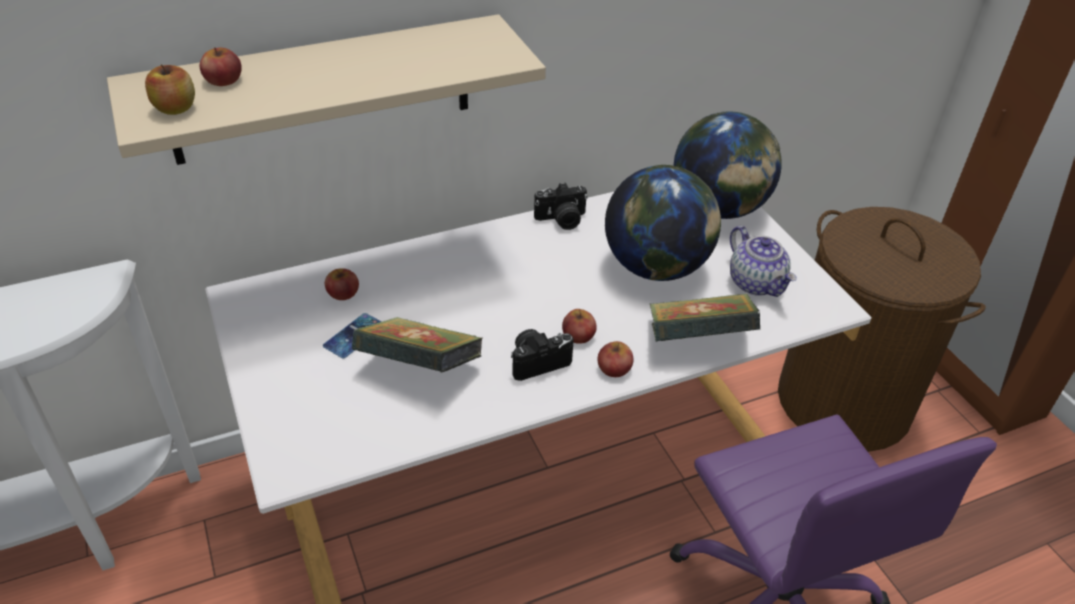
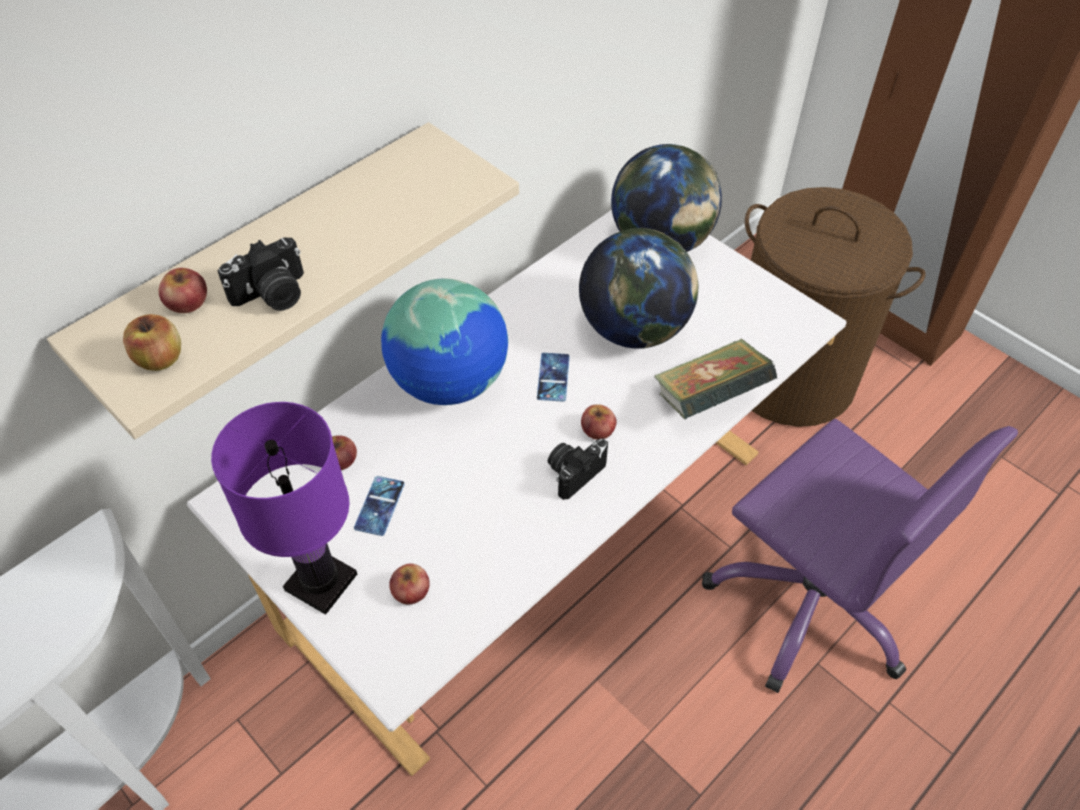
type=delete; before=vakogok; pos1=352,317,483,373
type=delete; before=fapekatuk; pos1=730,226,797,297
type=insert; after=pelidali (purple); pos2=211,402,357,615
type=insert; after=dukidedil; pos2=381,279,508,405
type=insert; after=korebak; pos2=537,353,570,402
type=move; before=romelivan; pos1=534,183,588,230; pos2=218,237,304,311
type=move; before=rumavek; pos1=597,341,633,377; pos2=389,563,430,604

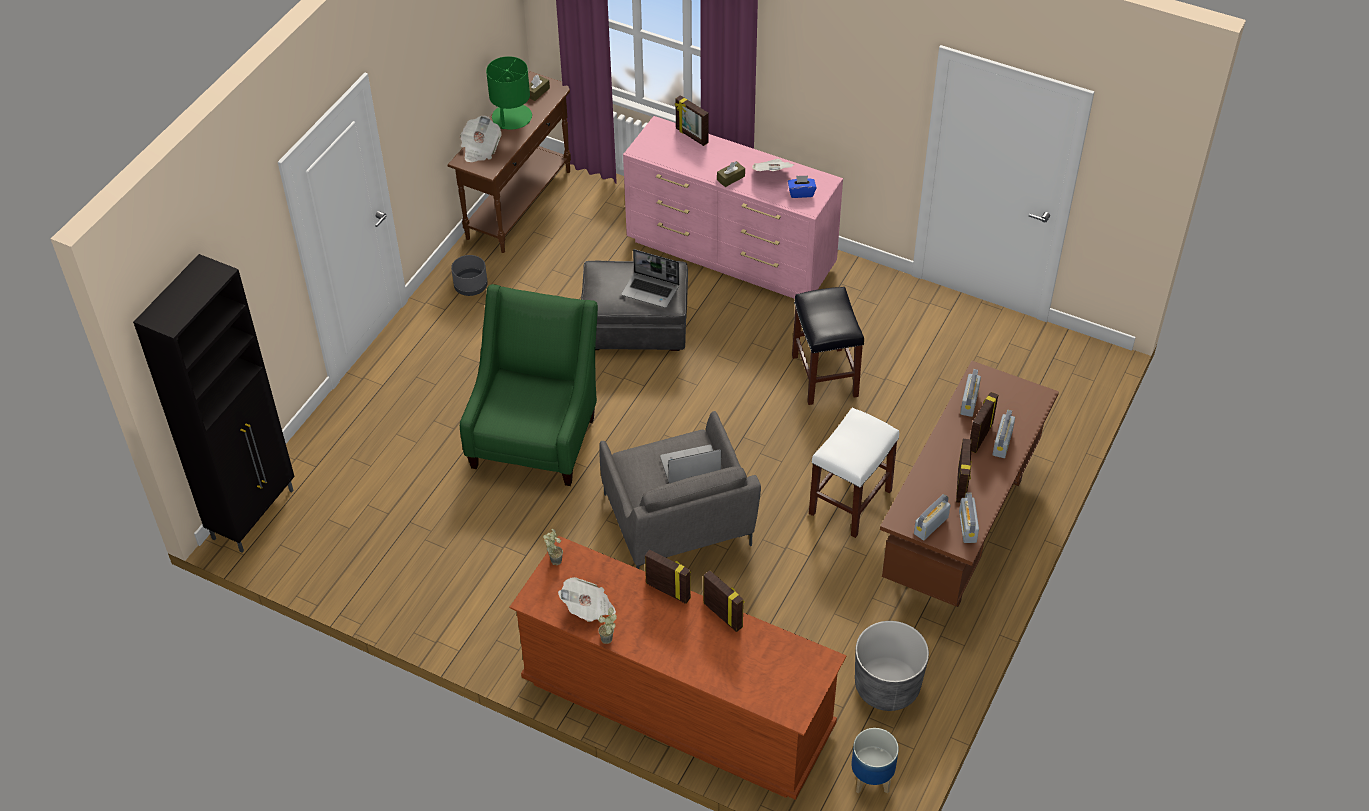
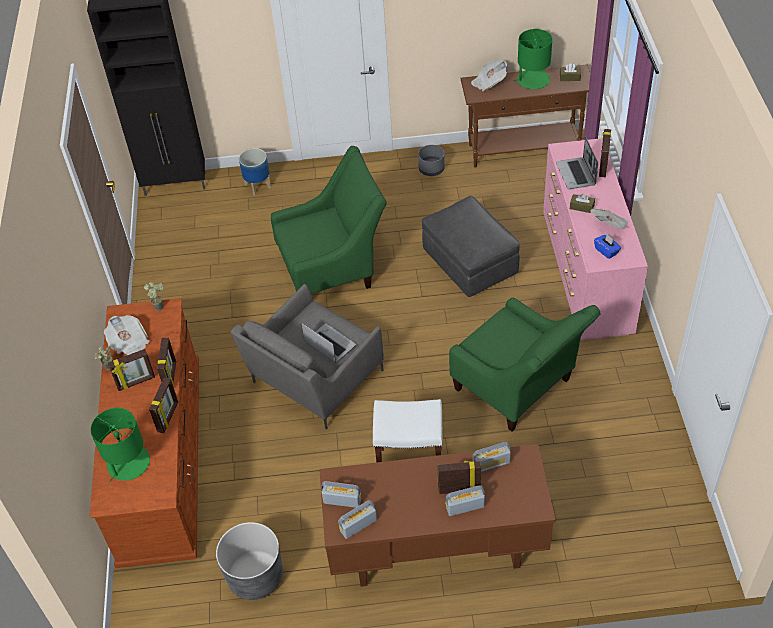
type=insert; after=pelidali (green); pos2=90,408,150,482
type=move; before=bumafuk; pos1=621,249,679,308; pos2=556,136,598,189
type=move; before=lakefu; pos1=851,728,899,794; pos2=239,148,271,195
type=move; before=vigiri; pos1=956,439,972,503; pos2=108,349,155,391
type=replace; before=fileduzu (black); after=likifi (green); pos1=792,287,864,405; pos2=449,298,601,431

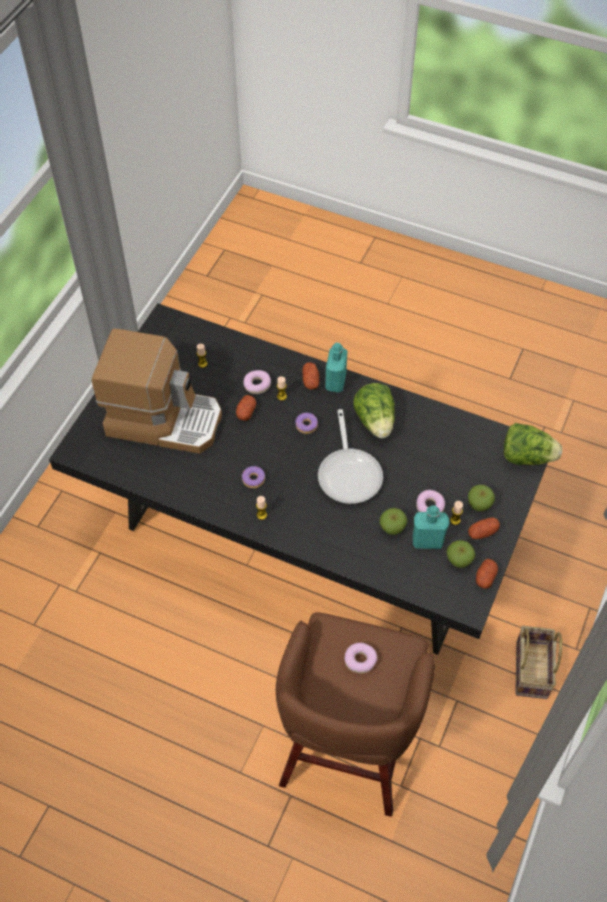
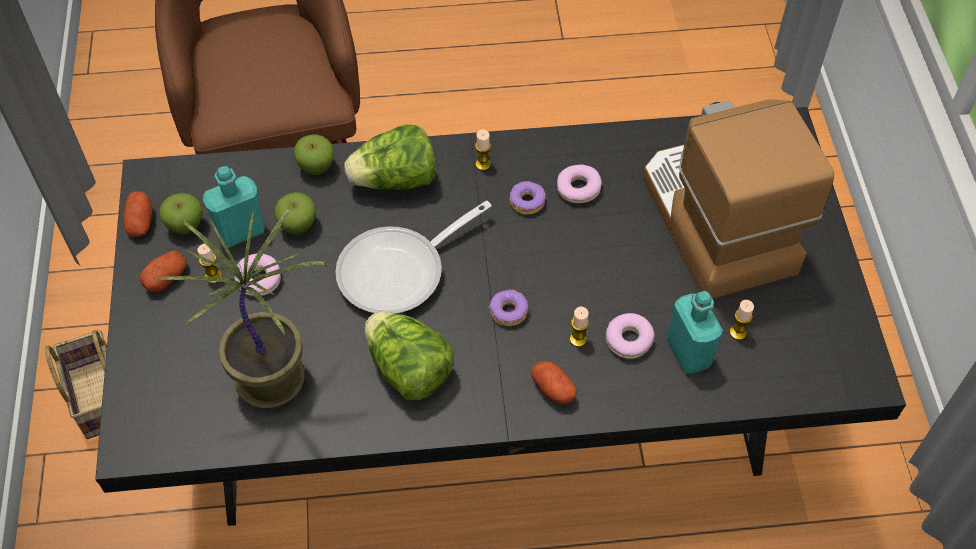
type=delete; before=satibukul; pos1=236,395,256,421
type=insert; after=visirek; pos2=155,201,327,408
type=move; before=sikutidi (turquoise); pos1=325,343,347,392; pos2=667,291,723,374
type=move; before=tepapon; pos1=345,643,377,673; pos2=557,165,602,203
type=move; before=rumavek; pos1=468,485,495,511; pos2=293,134,334,175
type=move; before=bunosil; pos1=504,423,562,465; pos2=344,125,435,190
type=rotate; before=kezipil; pos1=92,329,222,454; pos2=643,99,834,299; turn=90
type=rotate; before=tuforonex; pos1=318,409,383,504; pos2=335,201,492,314; turn=-90

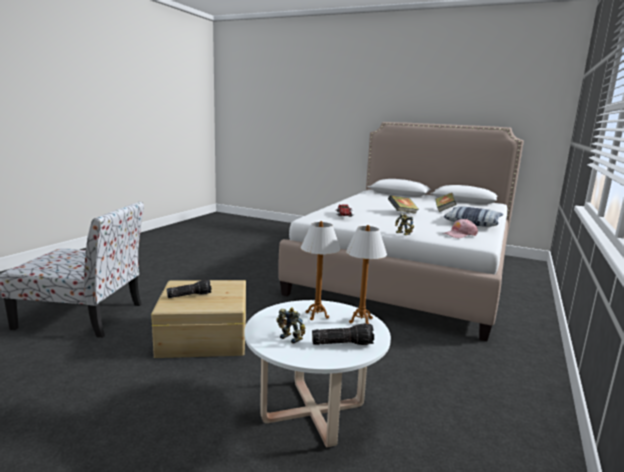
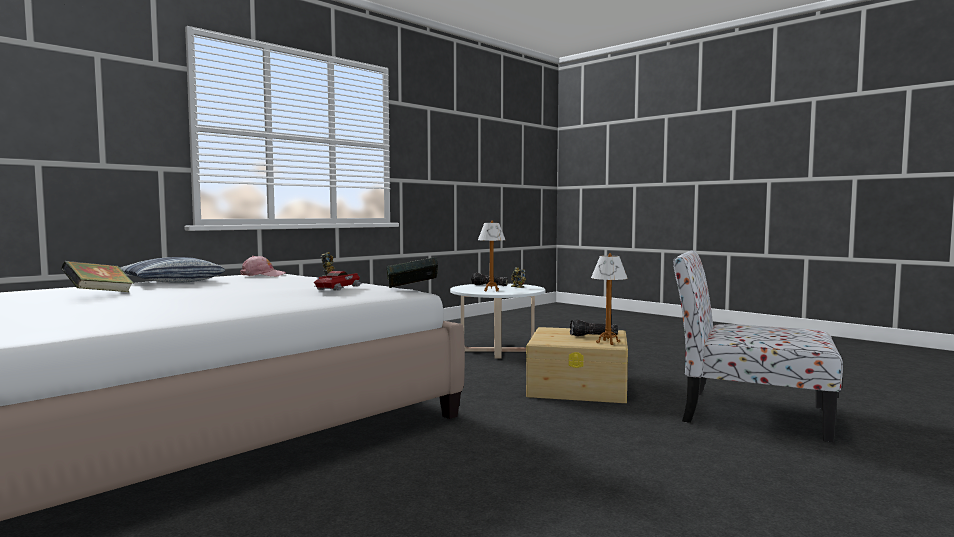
type=move; before=pelidali; pos1=346,225,387,324; pos2=591,253,628,345
type=move; before=vakogok; pos1=388,195,419,214; pos2=387,257,438,288

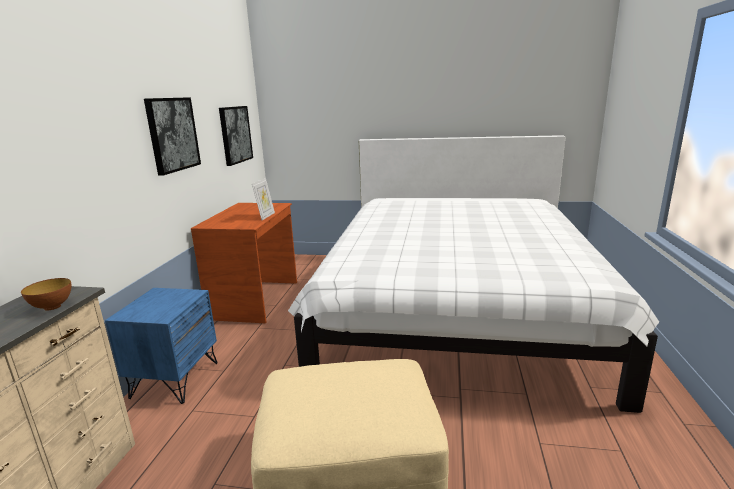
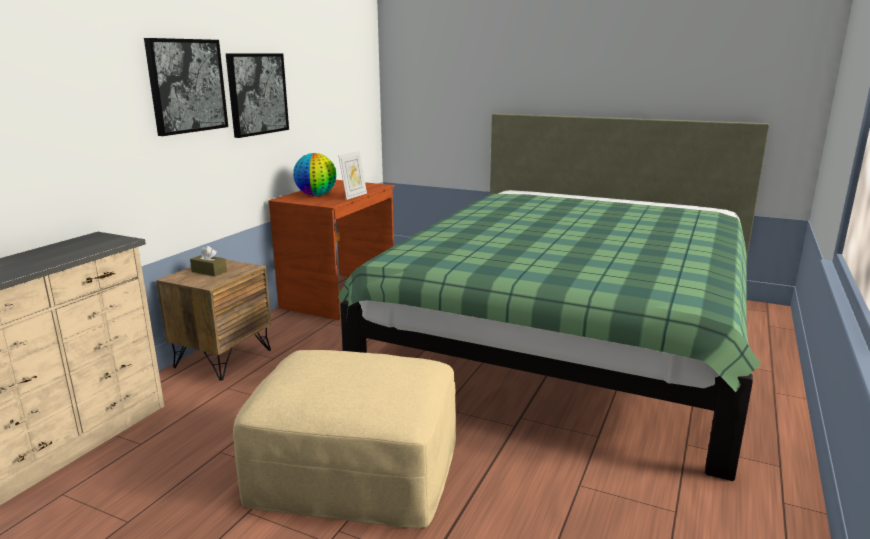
type=delete; before=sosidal; pos1=21,278,71,311
type=insert; after=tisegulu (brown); pos2=190,246,227,276
type=insert; after=dukidedil; pos2=293,153,337,196
type=move; before=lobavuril; pos1=219,106,253,166; pos2=144,38,228,136
type=recolor; before=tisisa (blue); after=tisisa (brown); pos1=105,288,218,404; pos2=156,260,271,381
type=recolor; before=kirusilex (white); after=kirusilex (green); pos1=288,135,659,413; pos2=338,113,769,481

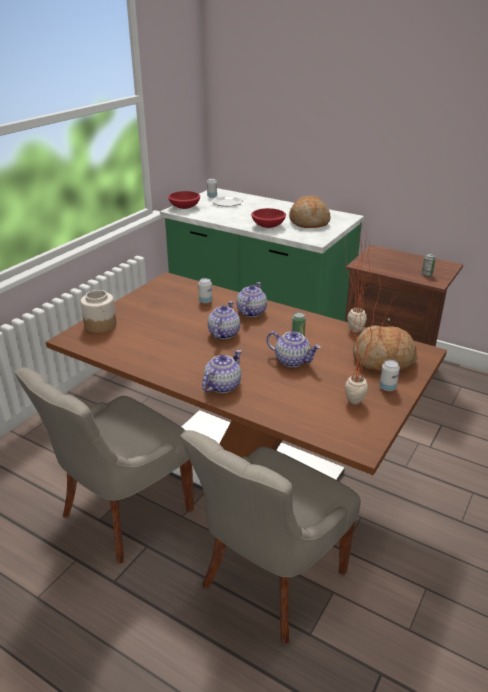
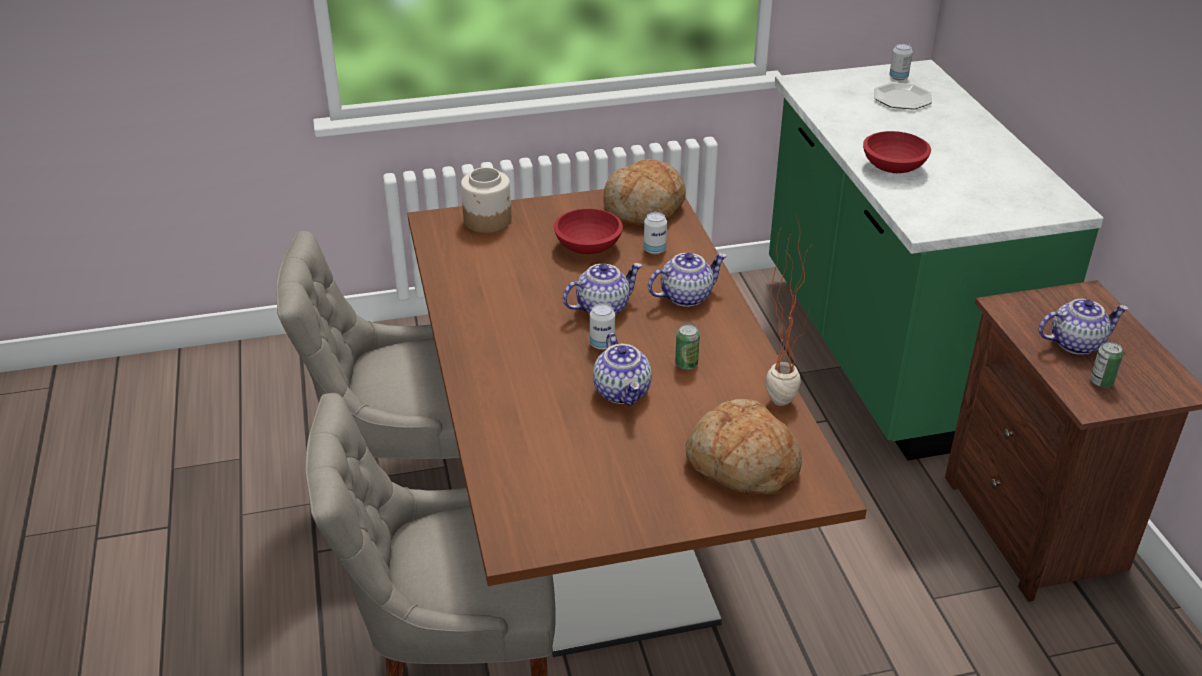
type=delete; before=visirek; pos1=345,280,391,405
type=move; before=sosidal (red); pos1=168,191,200,209; pos2=554,209,623,254
type=move; before=fapekatuk; pos1=202,350,242,393; pos2=1039,299,1128,355
type=move; before=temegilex; pos1=289,196,331,228; pos2=603,159,686,226
type=move; before=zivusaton; pos1=379,360,400,391; pos2=590,303,615,350

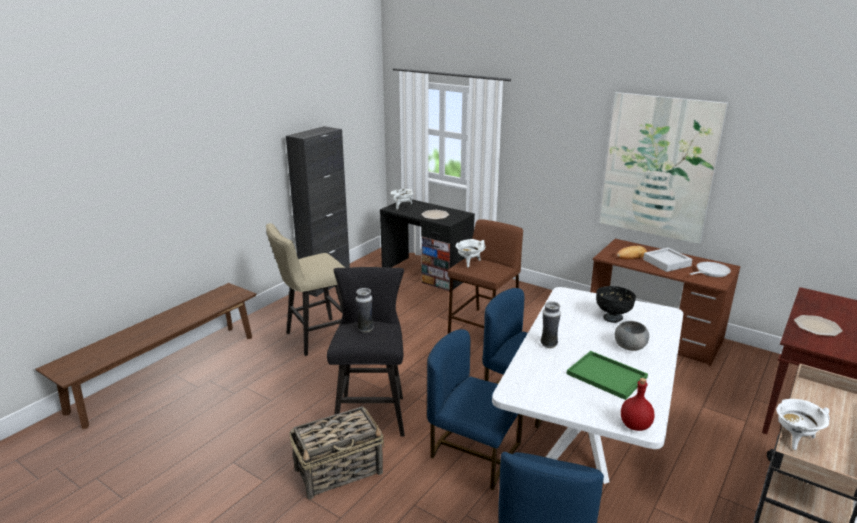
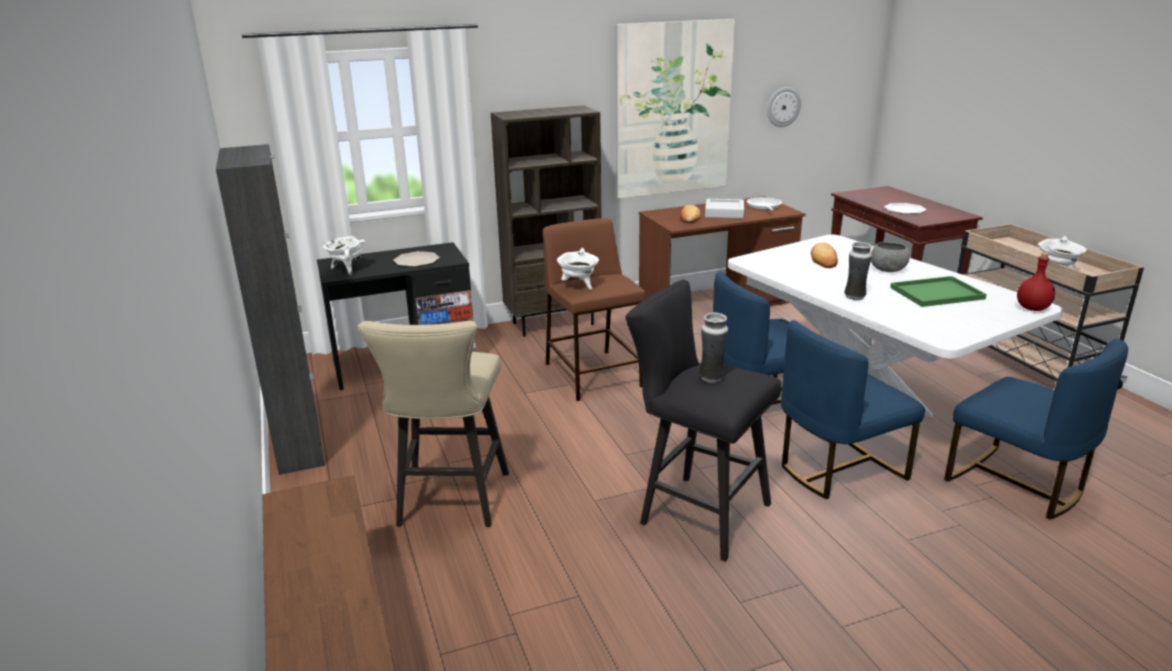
type=delete; before=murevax; pos1=289,406,384,499
type=insert; after=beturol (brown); pos2=491,105,602,337
type=insert; after=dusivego; pos2=767,87,801,127
type=replace; before=sosidal (black); after=temegilex; pos1=596,286,636,323; pos2=811,242,838,268

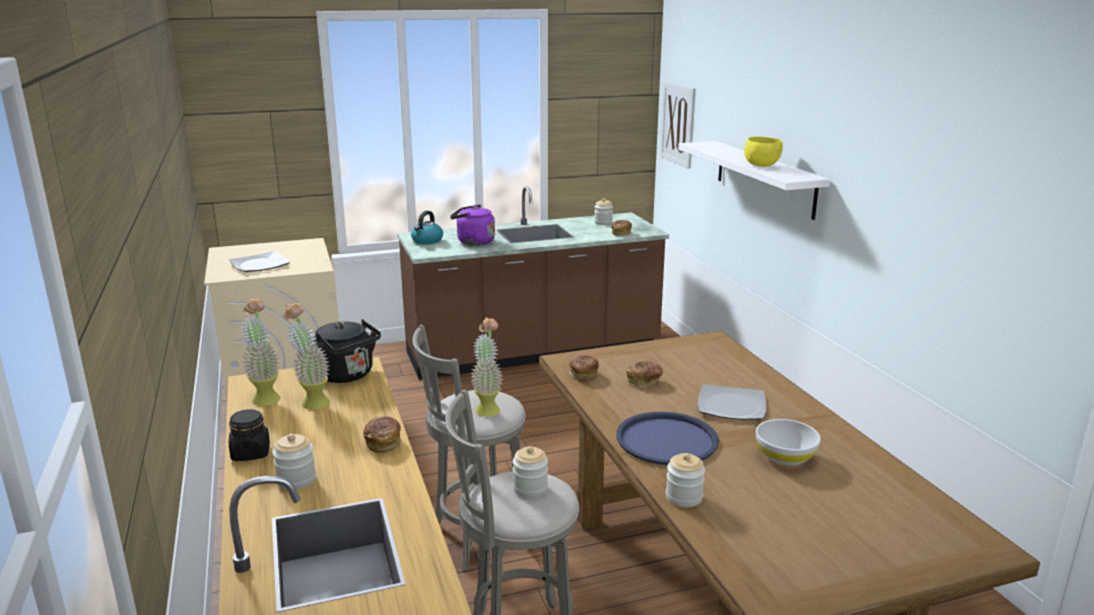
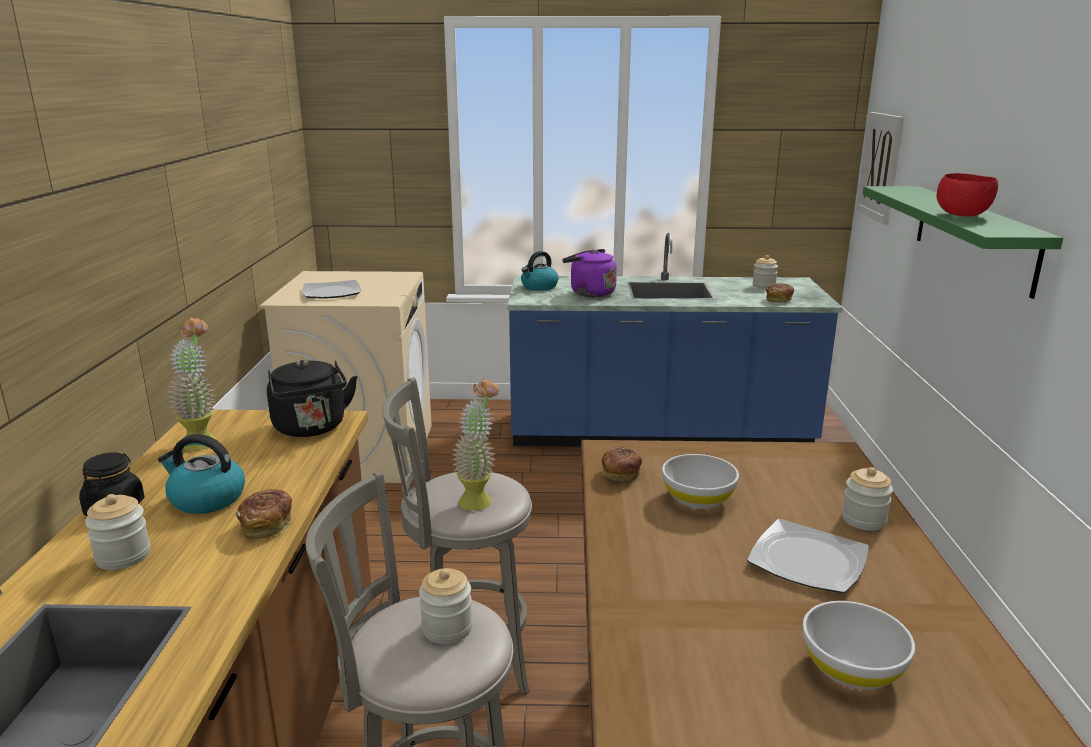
type=delete; before=visirek; pos1=284,303,330,410
type=delete; before=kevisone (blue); pos1=616,412,719,465
type=insert; after=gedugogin; pos2=158,434,245,514
type=move; before=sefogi; pos1=666,453,705,507; pos2=842,467,893,531
type=replace; before=temegilex; after=sosidal (white); pos1=626,361,663,387; pos2=662,454,739,509
type=recolor; before=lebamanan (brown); after=lebamanan (blue); pos1=397,186,669,380; pos2=507,233,843,447
type=recolor; before=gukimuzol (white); after=gukimuzol (green); pos1=678,141,830,220; pos2=863,186,1063,299
type=recolor; before=sosidal (yellow); after=sosidal (red); pos1=744,136,783,167; pos2=937,173,998,217

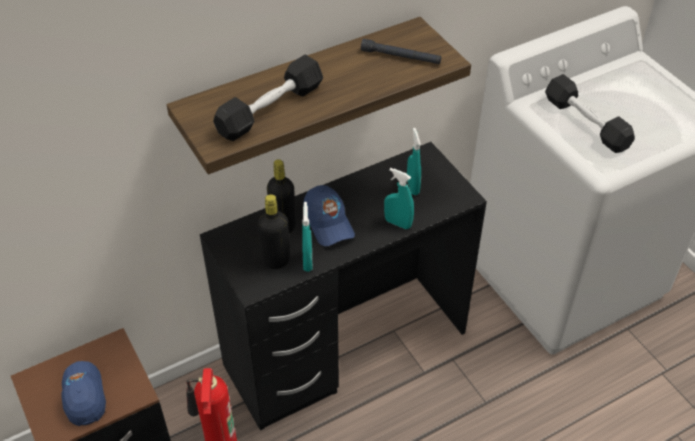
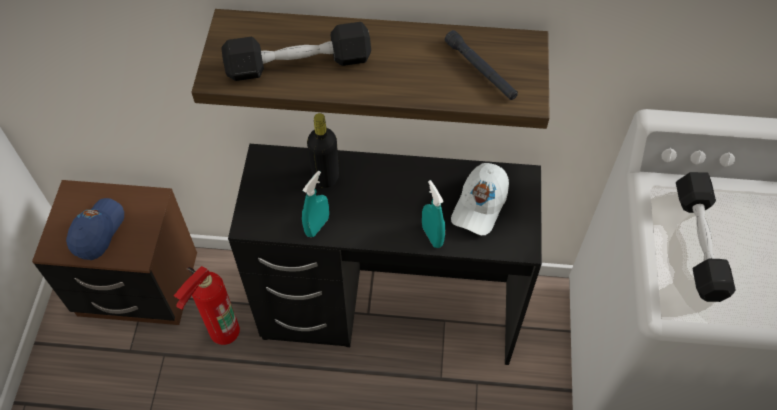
type=delete; before=sikutidi (black); pos1=257,194,290,269
type=delete; before=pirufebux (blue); pos1=303,185,355,246
type=replace; before=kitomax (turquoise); after=pirufebux (white); pos1=407,128,421,195; pos2=451,163,509,235

